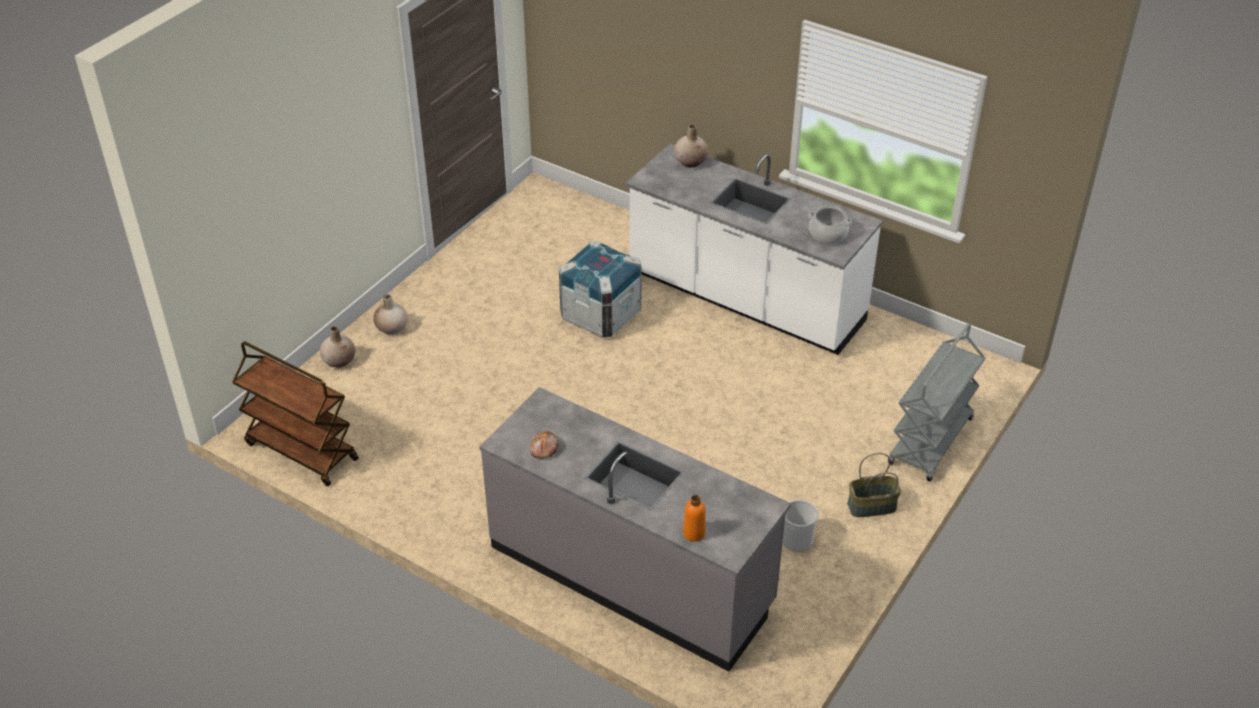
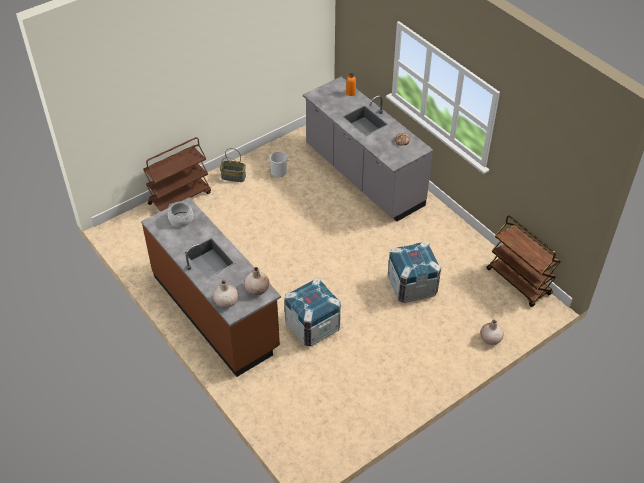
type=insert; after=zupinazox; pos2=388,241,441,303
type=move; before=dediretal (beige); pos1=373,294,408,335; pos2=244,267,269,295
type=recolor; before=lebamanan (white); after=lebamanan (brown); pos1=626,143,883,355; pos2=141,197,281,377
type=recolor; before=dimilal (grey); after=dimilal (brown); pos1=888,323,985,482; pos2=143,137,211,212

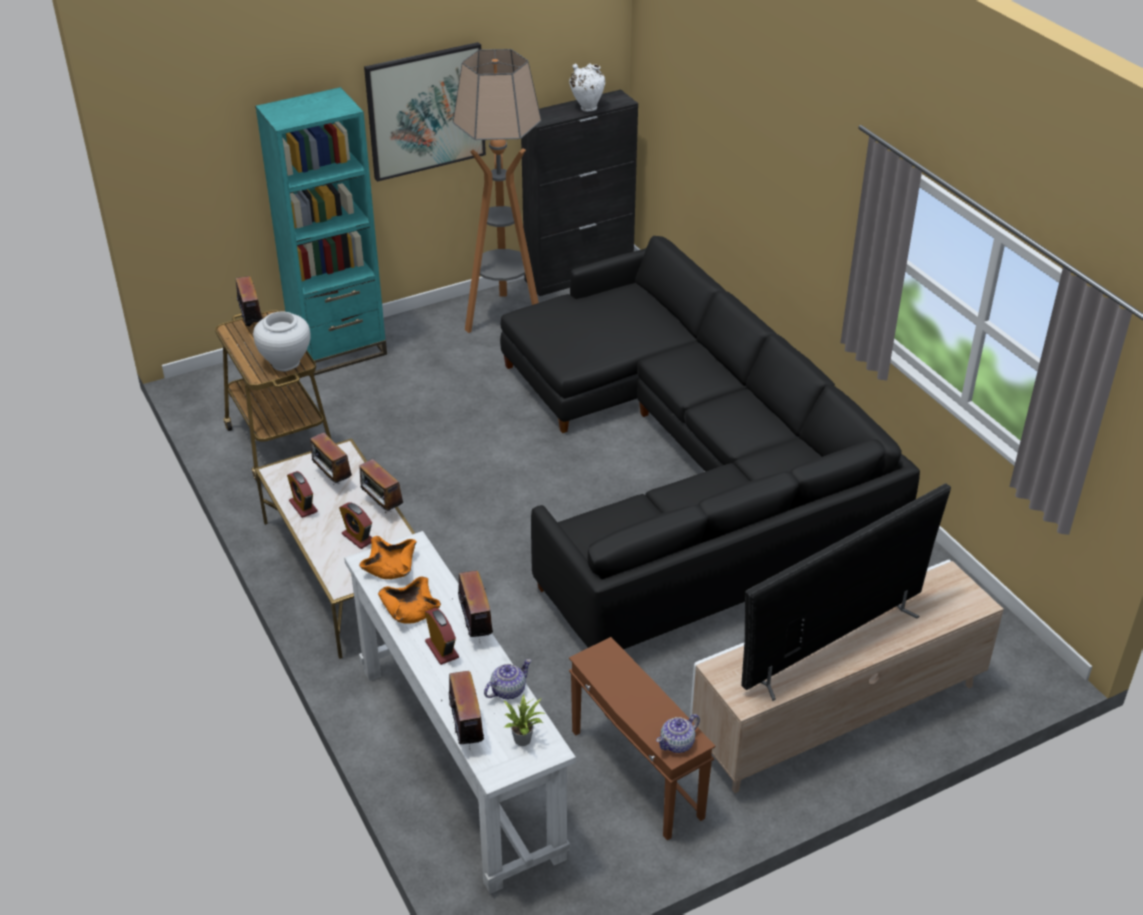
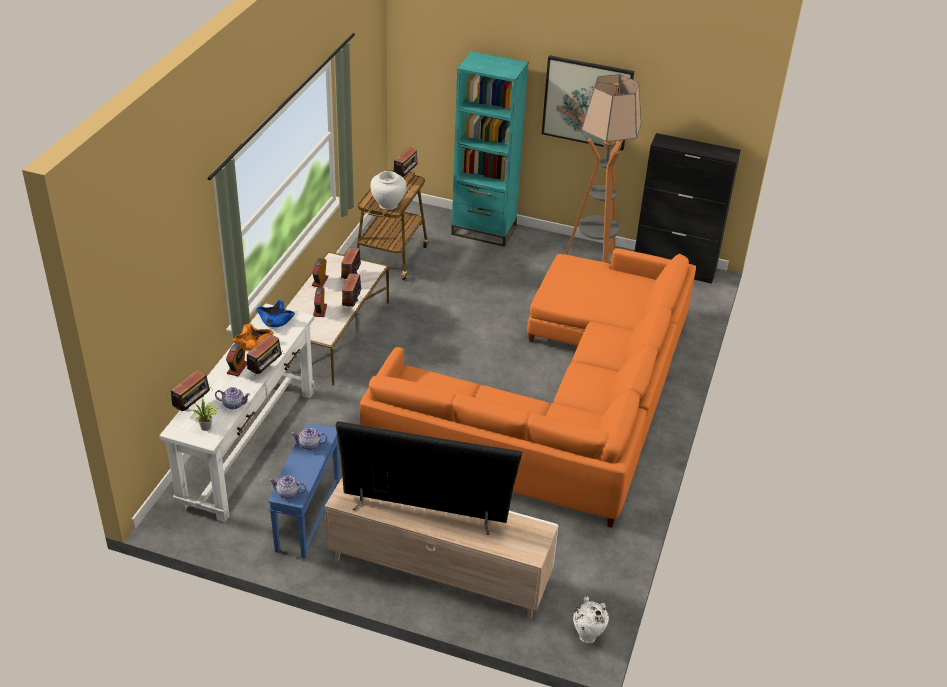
type=insert; after=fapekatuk; pos2=291,428,327,450
type=move; before=dediretal (white); pos1=569,63,605,112; pos2=573,596,609,644
type=recolor; before=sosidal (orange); after=sosidal (blue); pos1=359,536,417,579; pos2=256,300,295,327
type=recolor; before=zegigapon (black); after=zegigapon (orange); pos1=500,236,920,649; pos2=360,248,696,528
type=recolor; before=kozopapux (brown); after=kozopapux (blue); pos1=569,637,715,840; pos2=268,423,339,558

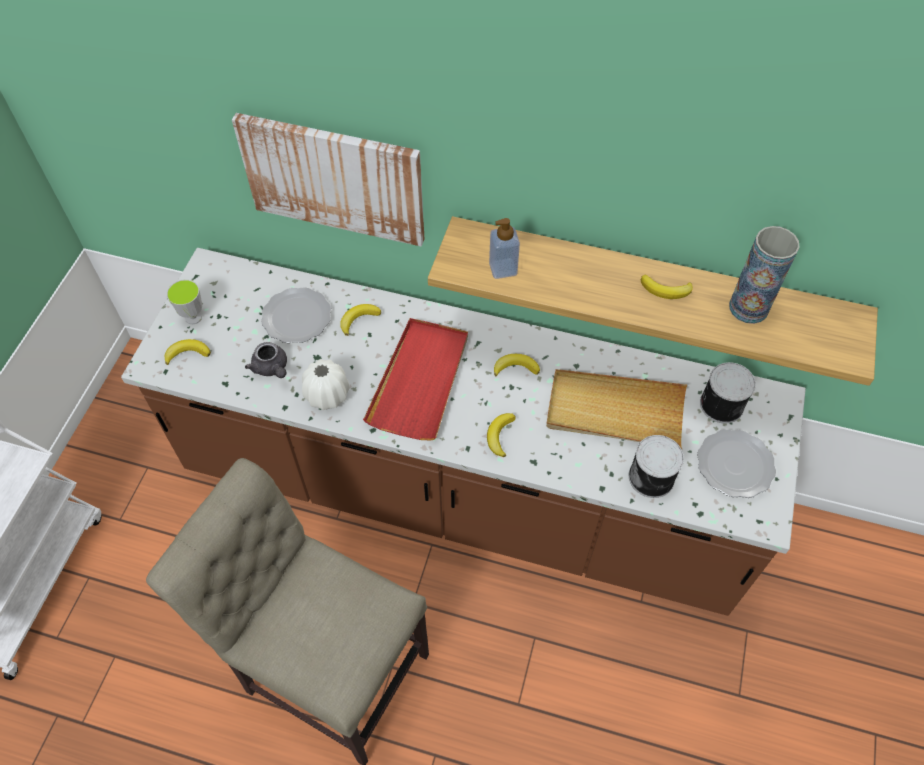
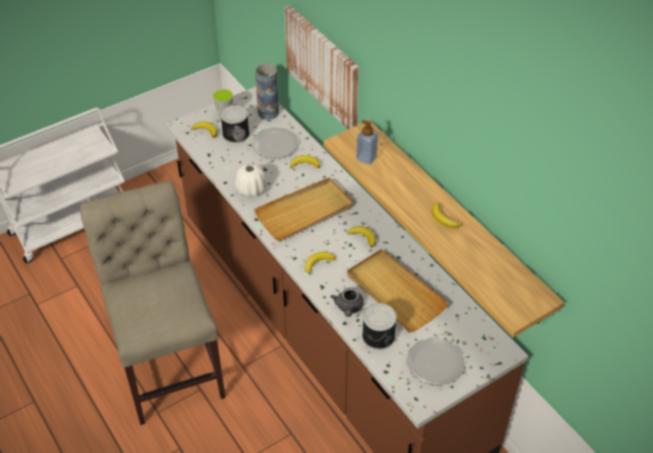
type=move; before=fapekatuk (grey); pos1=245,342,287,378; pos2=330,288,364,317
type=move; before=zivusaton; pos1=700,362,756,424; pos2=220,105,250,143
type=move; before=dediretal; pos1=729,226,800,324; pos2=255,64,279,120
type=recolor; before=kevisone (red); after=kevisone (beige); pos1=363,318,468,441; pos2=254,177,354,241

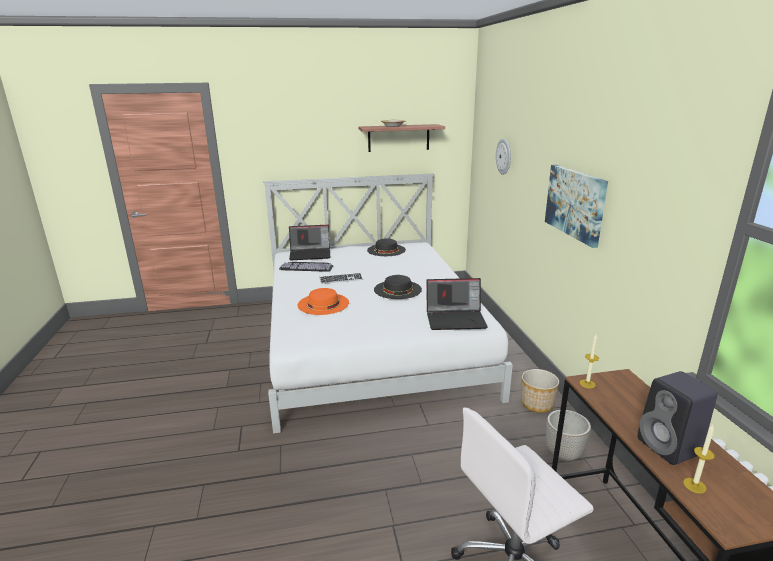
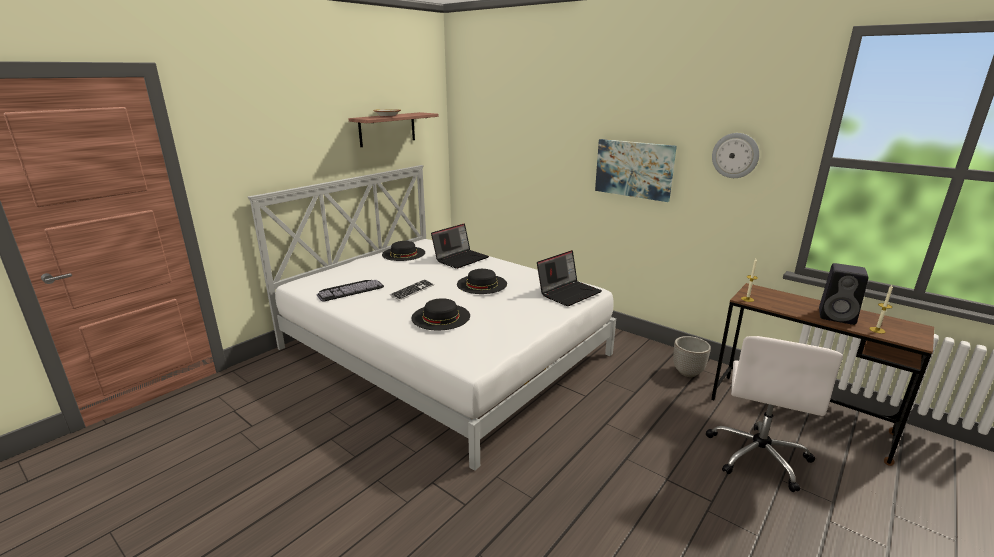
type=delete; before=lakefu; pos1=521,369,559,413
type=move; before=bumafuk; pos1=289,225,330,260; pos2=431,223,489,269
type=move; before=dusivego; pos1=496,139,511,175; pos2=712,133,759,178
type=recolor; before=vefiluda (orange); after=vefiluda (black); pos1=298,288,349,315; pos2=412,298,470,330

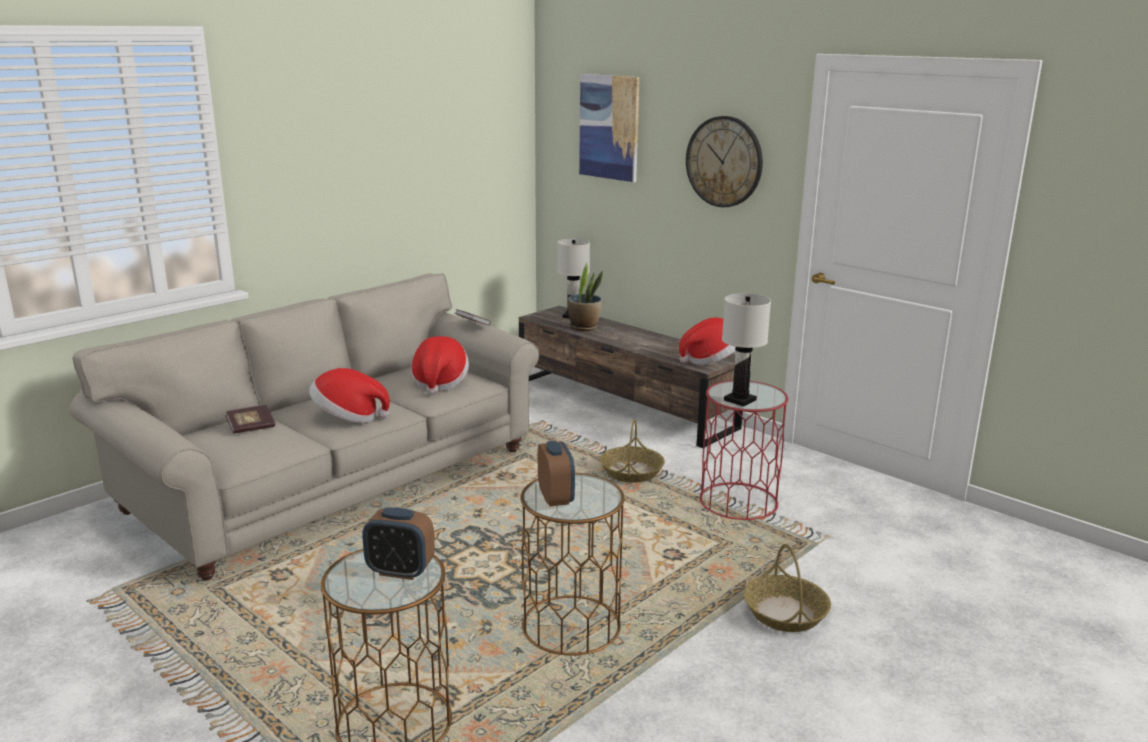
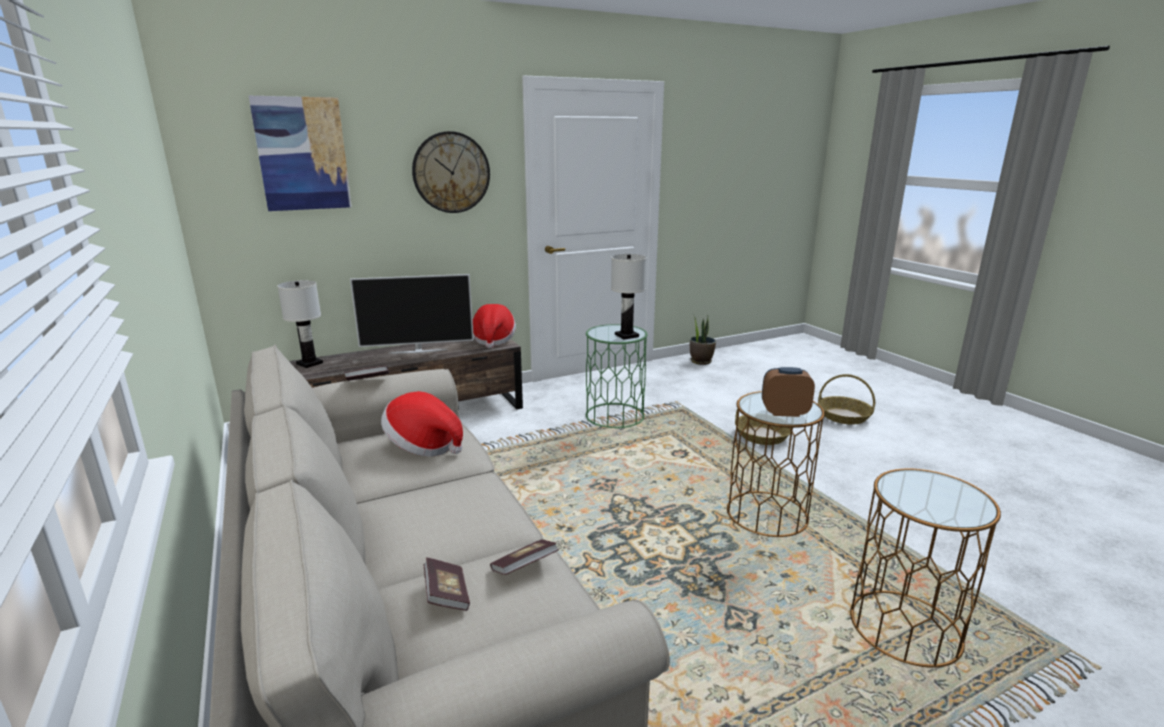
type=delete; before=vefiluda; pos1=309,368,390,423
type=delete; before=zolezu; pos1=362,507,435,580
type=insert; after=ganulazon; pos2=350,274,474,353
type=insert; after=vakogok; pos2=490,539,559,575
type=move; before=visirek; pos1=568,263,603,331; pos2=690,314,716,365
type=move; before=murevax; pos1=600,419,665,483; pos2=818,374,875,425
type=recolor; before=kozopapux (red); after=kozopapux (green); pos1=699,381,788,520; pos2=586,324,648,428

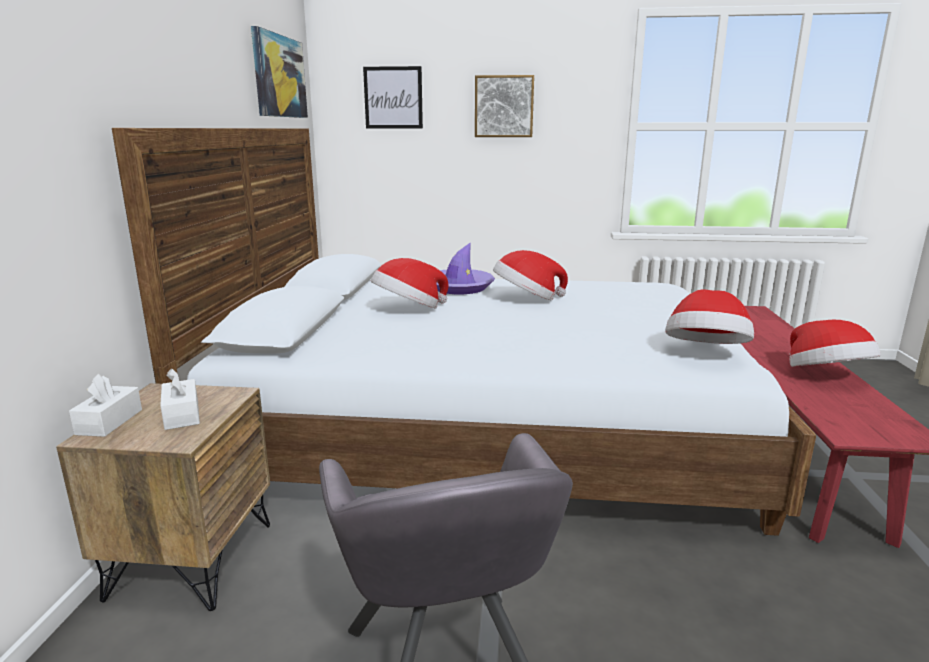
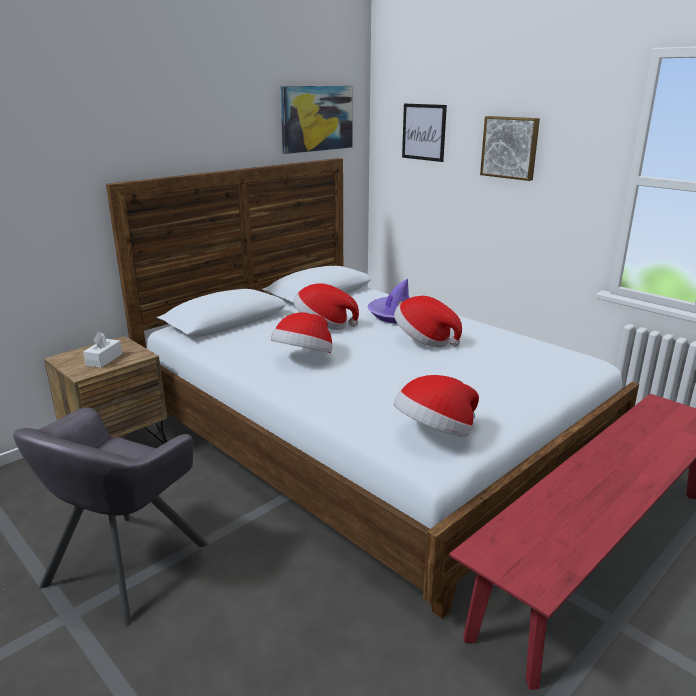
type=delete; before=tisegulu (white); pos1=69,374,142,437
type=move; before=vefiluda; pos1=789,320,881,367; pos2=271,312,333,353

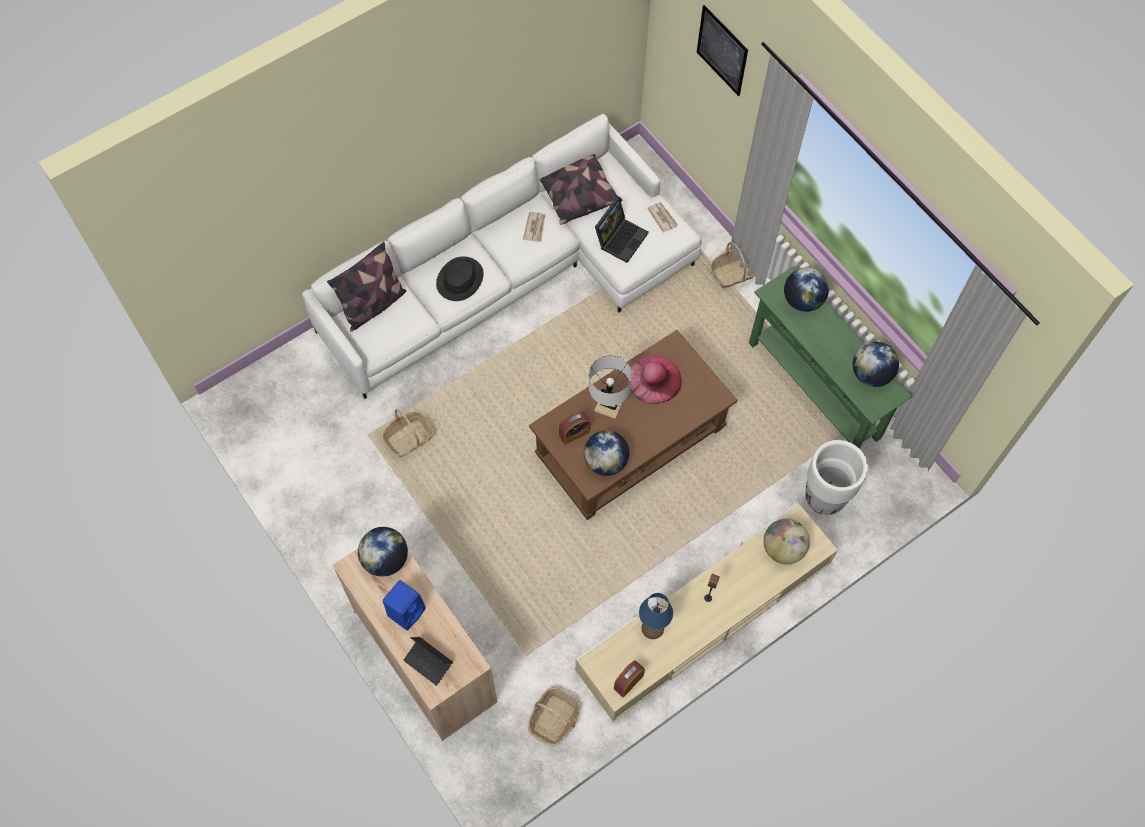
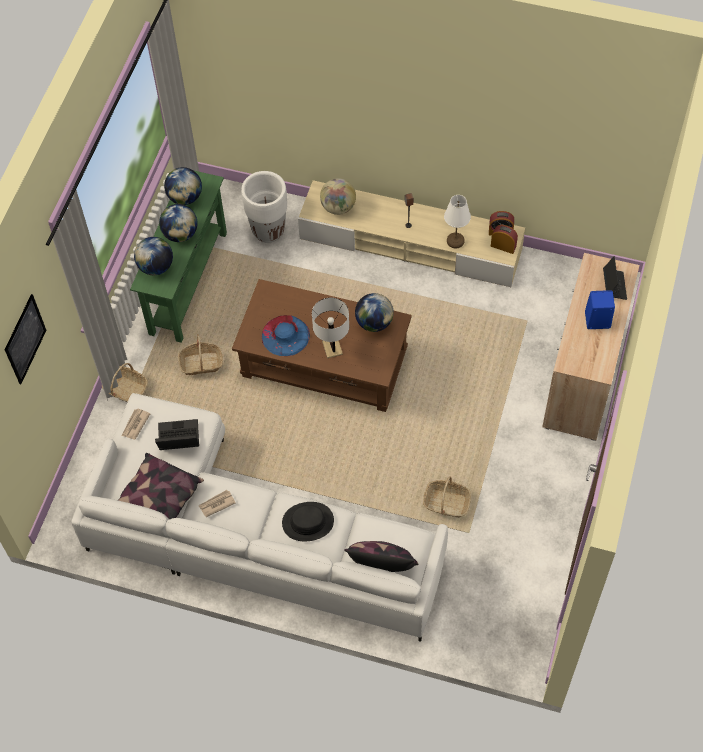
type=move; before=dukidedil; pos1=358,527,408,577; pos2=159,204,198,242
type=move; before=murevax; pos1=528,687,581,746; pos2=178,334,223,375
type=move; before=zolezu; pos1=559,411,590,445; pos2=491,225,518,254
type=recolor; before=vefiluda (pink); after=vefiluda (blue); pos1=627,356,682,404; pos2=262,315,310,356
type=recolor; before=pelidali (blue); after=pelidali (white); pos1=639,593,673,639; pos2=444,195,471,248

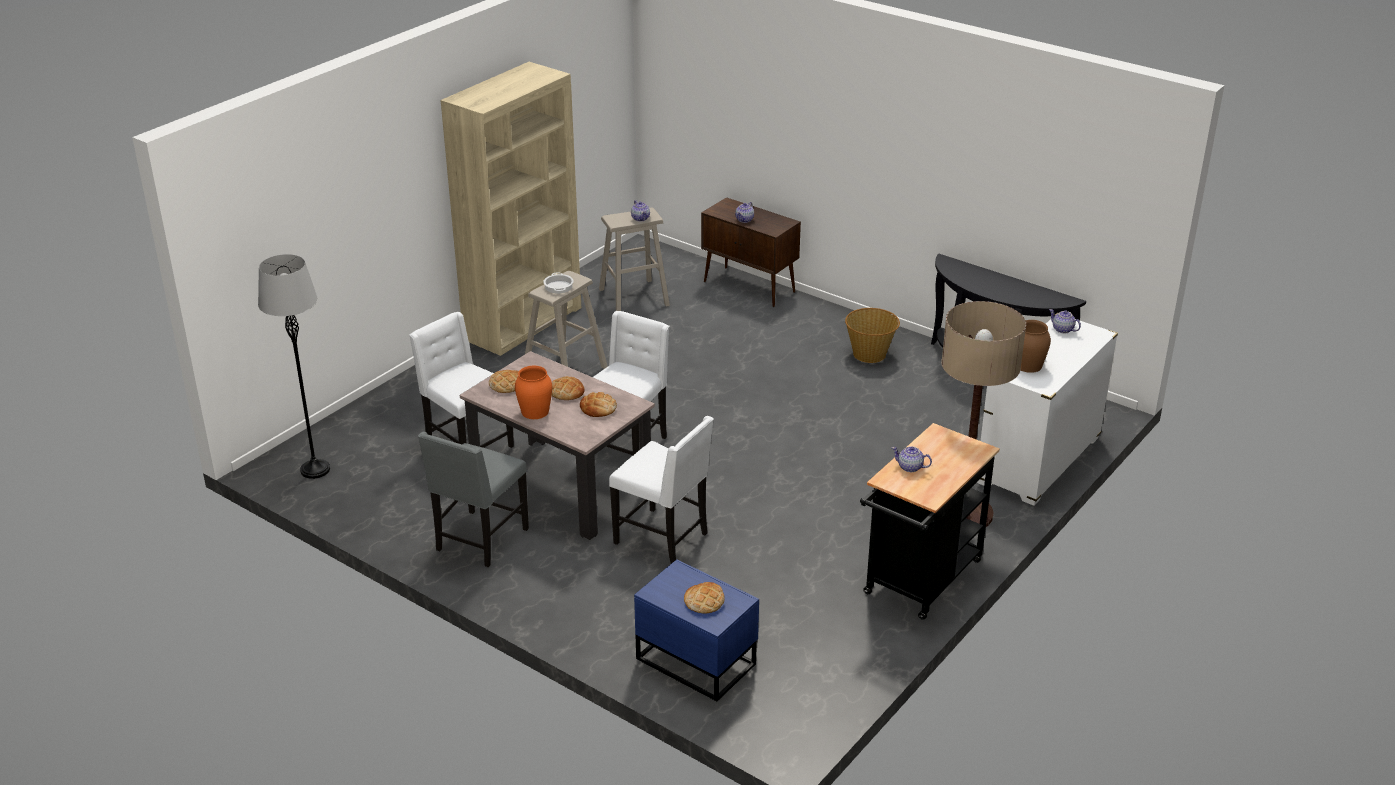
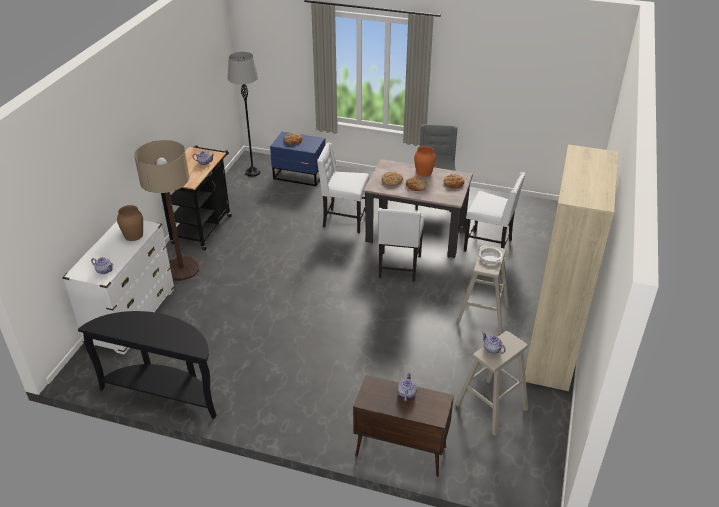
type=delete; before=murevax; pos1=845,308,900,363
type=move; before=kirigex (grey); pos1=258,254,330,479; pos2=228,52,261,177

